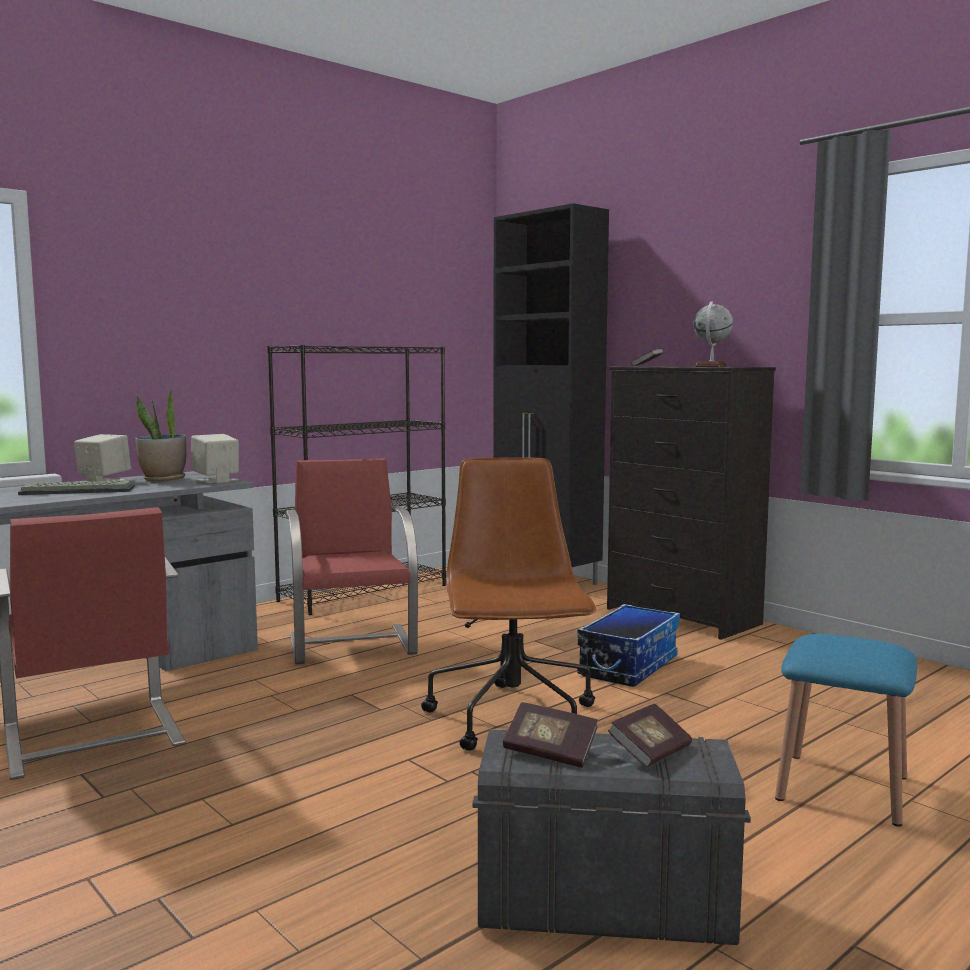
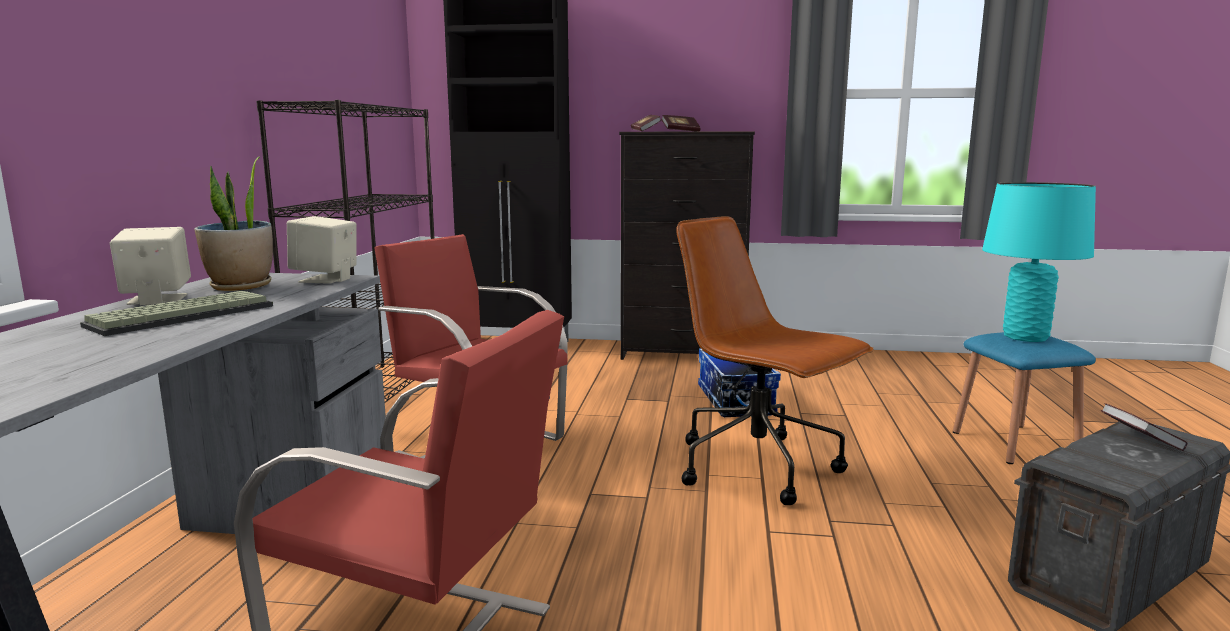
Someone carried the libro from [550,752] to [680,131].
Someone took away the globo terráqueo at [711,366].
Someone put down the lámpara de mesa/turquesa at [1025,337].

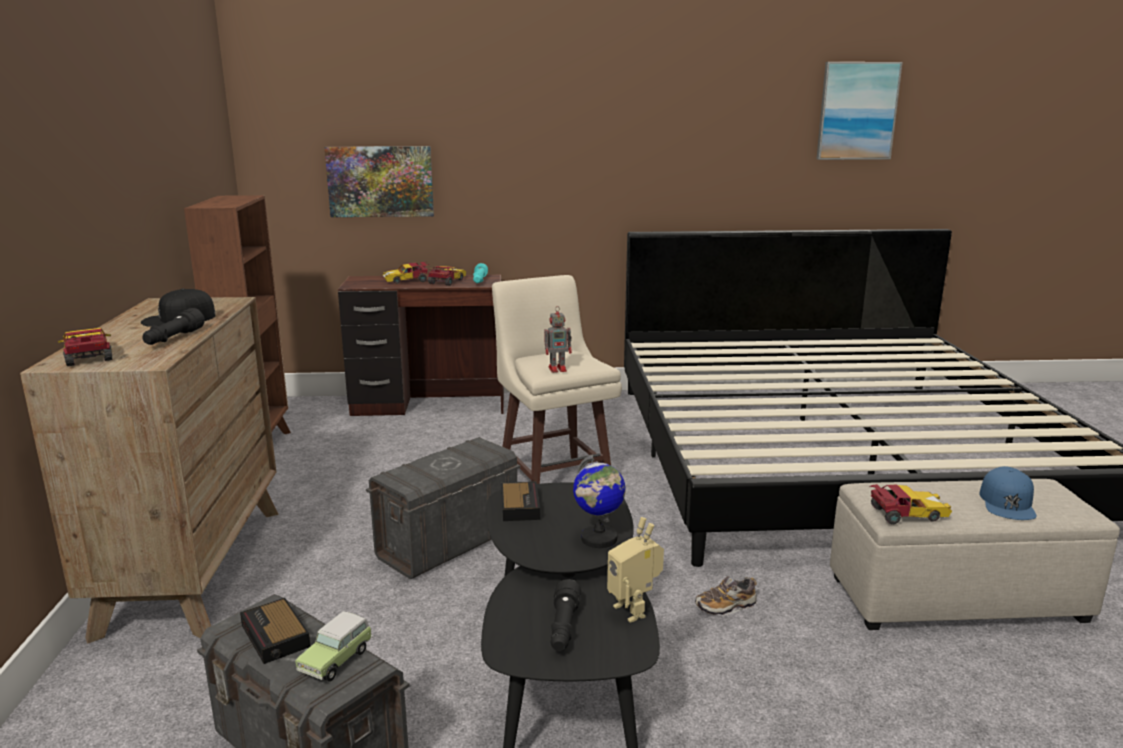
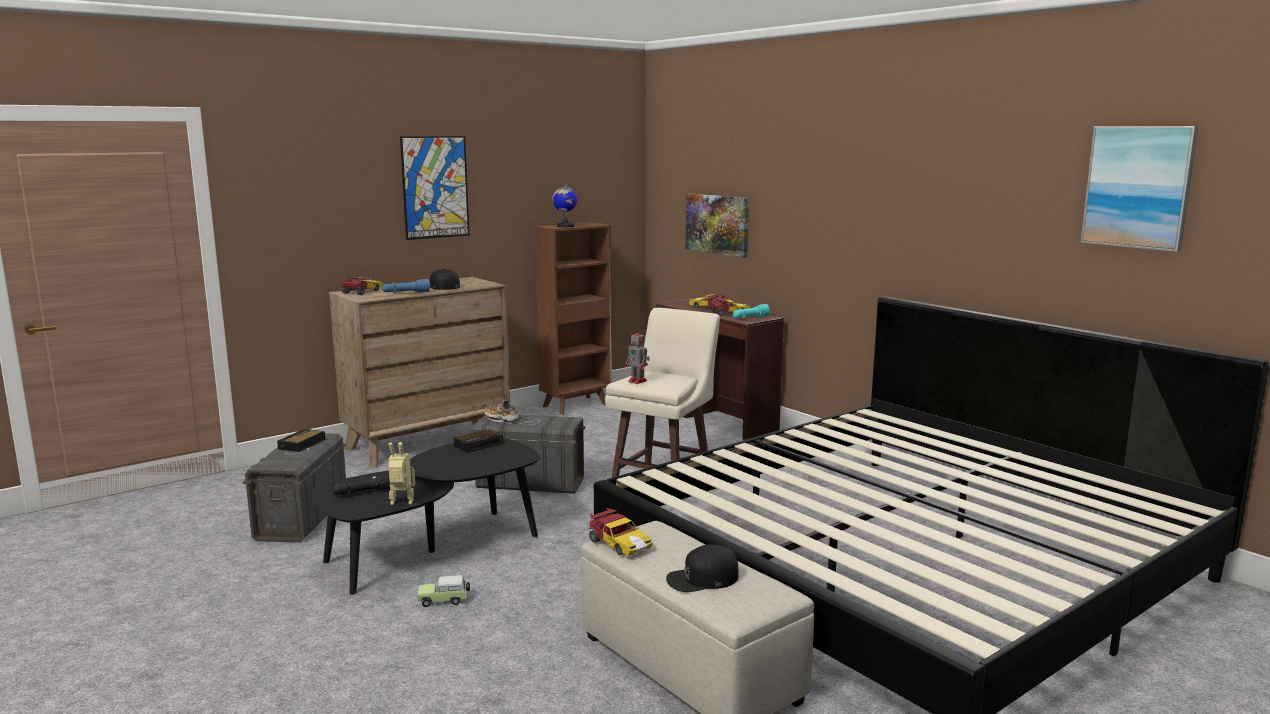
Someone repainted the linterna/negro at [173,339], which became the linterna/azul at [406,293].
Someone carried the coche de juguete from [338,659] to [444,600].
Someone carried the globo terráqueo from [599,539] to [565,226].
Someone rotated the robot de juguete at [634,610] by 60 degrees clockwise.
Someone carried the zapato from [725,607] to [501,419].
Someone repainted the gorra/azul at [1007,502], which became the gorra/negro at [702,578].
Someone put up the cuadro at [435,187].

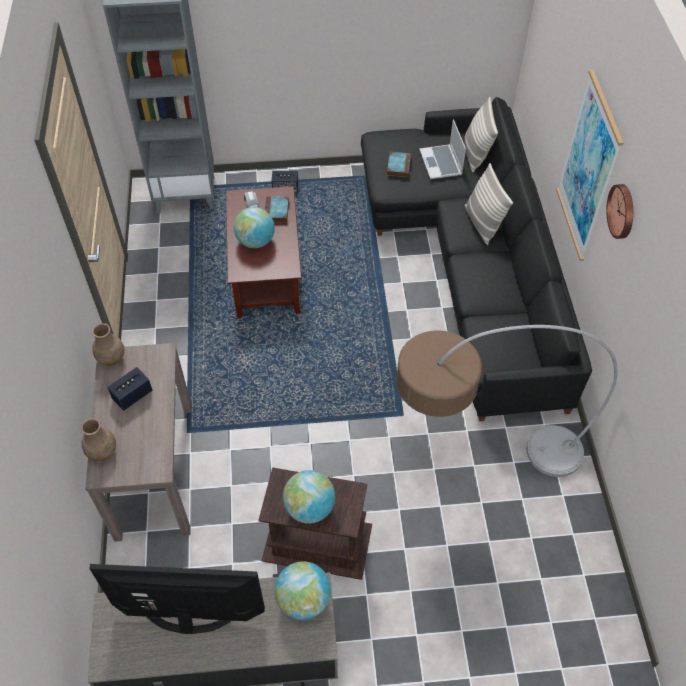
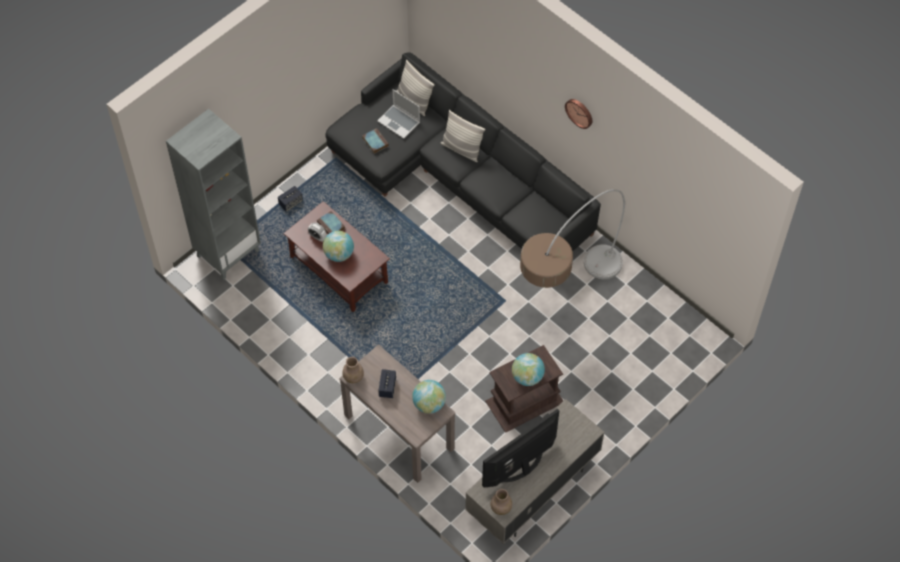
Someone carried the florero/marrón from [103,452] to [501,507].
Someone carried the globo terráqueo from [303,599] to [429,404].
Someone took away the cuadro at [588,168].

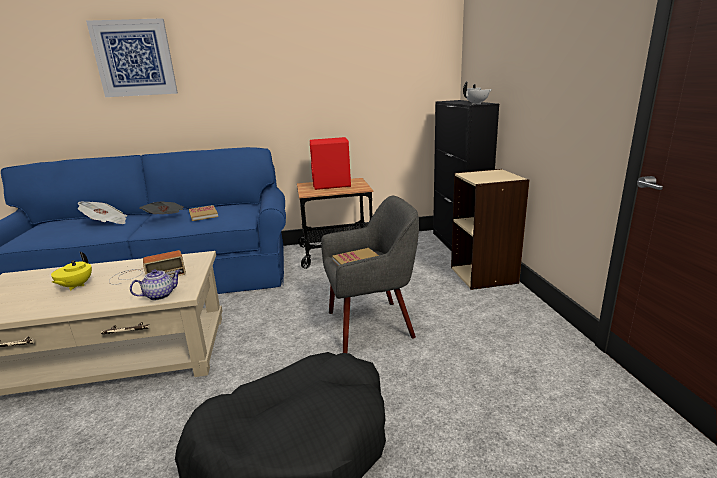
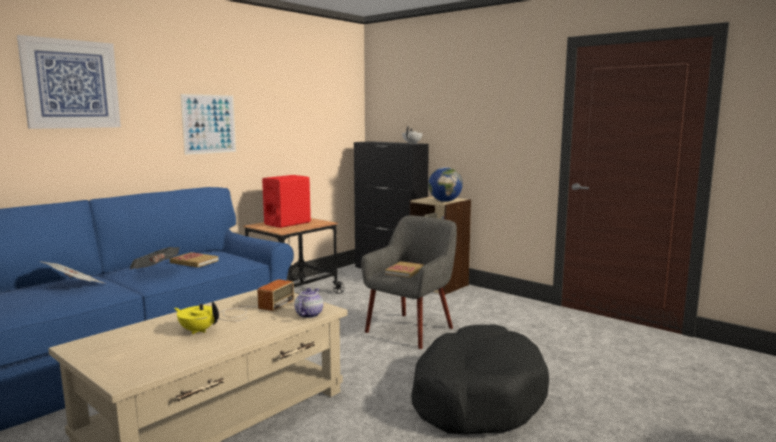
Someone rotated the tetera/amarillo at [75,286] by 150 degrees clockwise.
Someone put up the cuadro at [209,124].
Someone put down the globo terráqueo at [445,201].

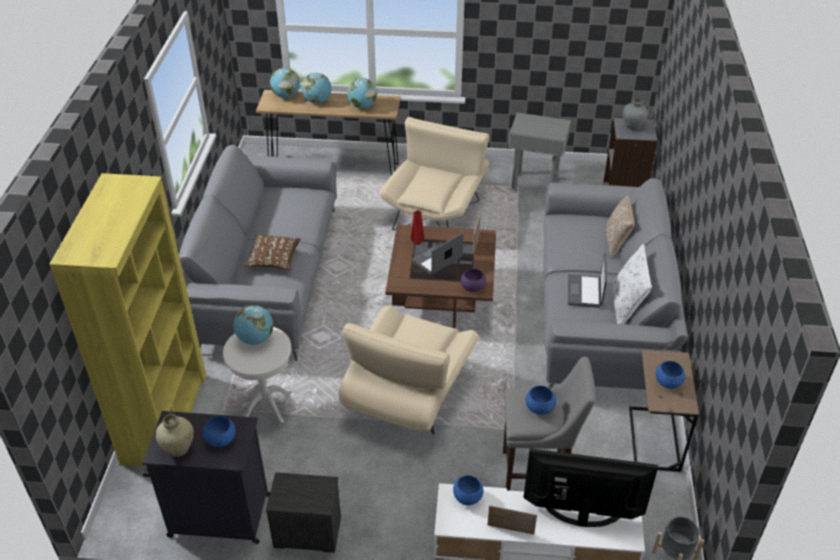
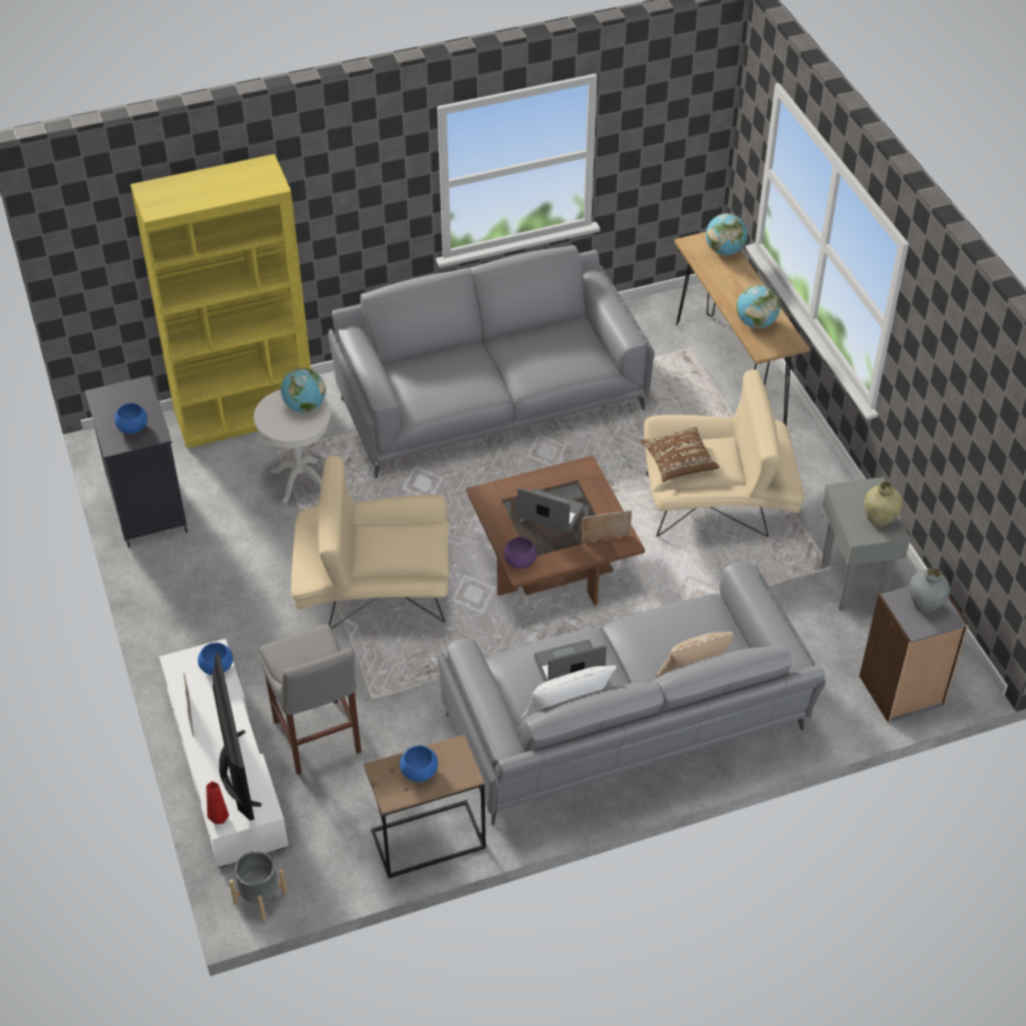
Someone carried the florero/beis from [179,448] to [879,519].
Someone carried the cojín/marrón from [273,260] to [678,463].
Someone took away the mesita de noche at [306,531].
Someone took away the globo terráqueo at [317,101].
Someone carried the florero/rojo from [417,241] to [220,819].
Someone took away the cuenco/azul at [539,408].

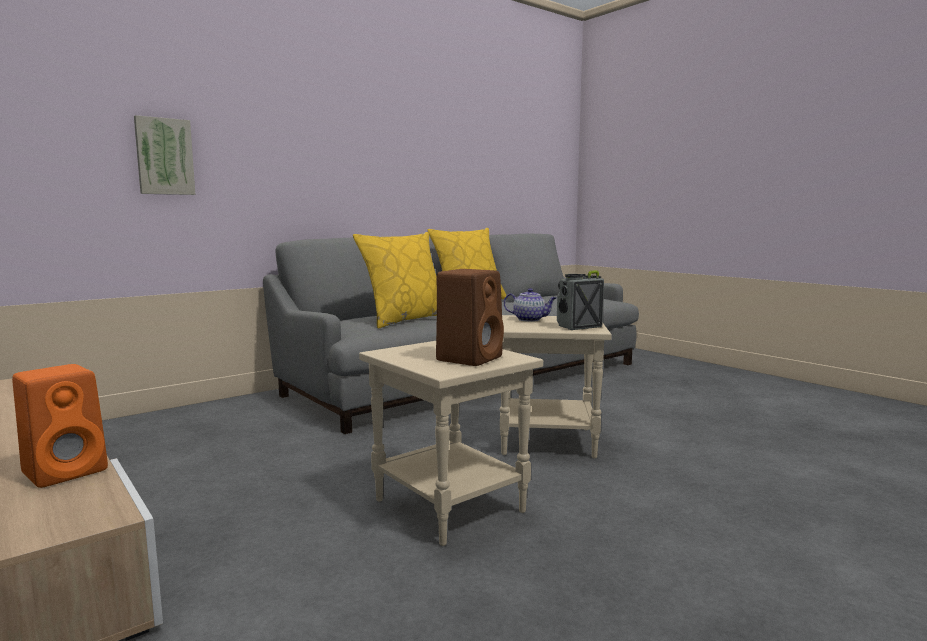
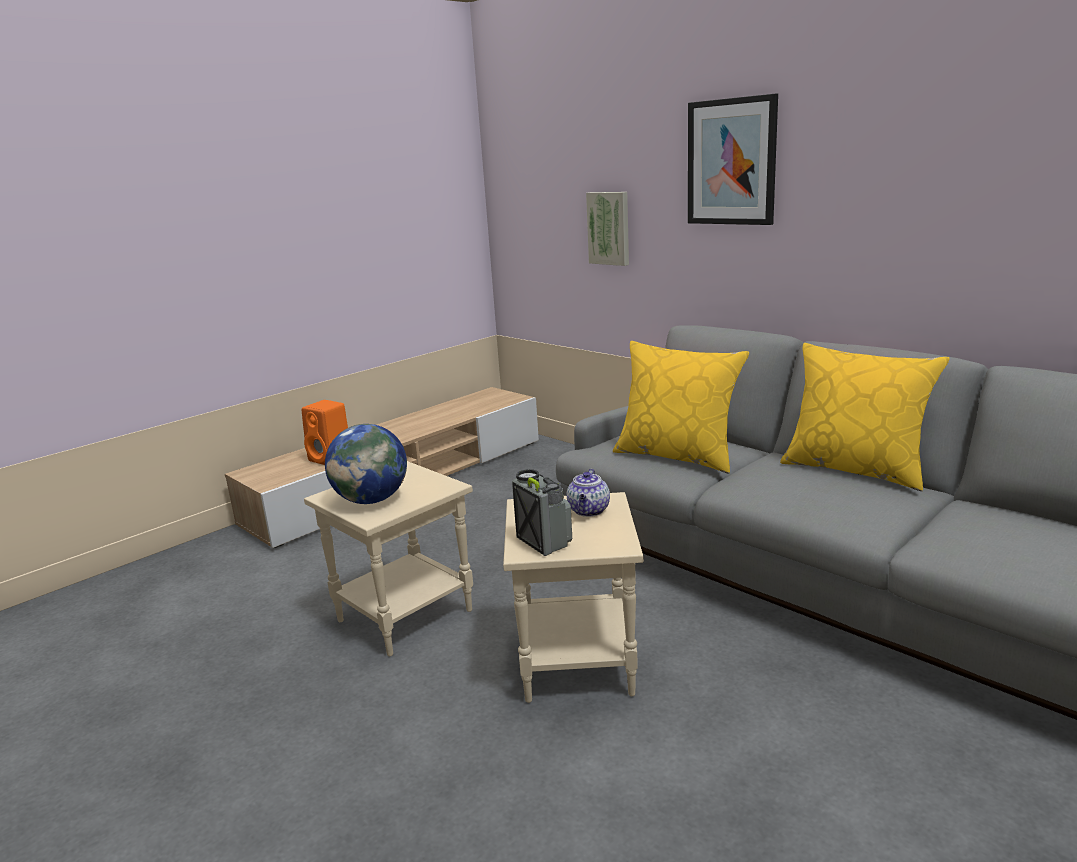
Someone swapped the altavoz/marrón at [470,358] for the globo terráqueo at [371,500].
Someone put up the cuadro at [731,162].

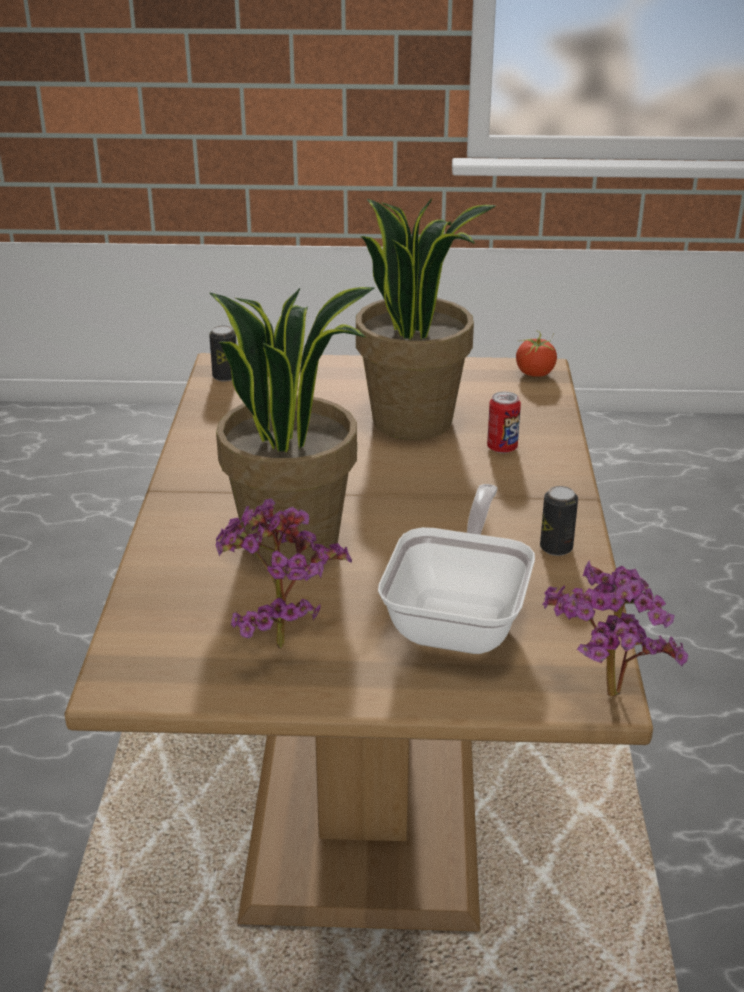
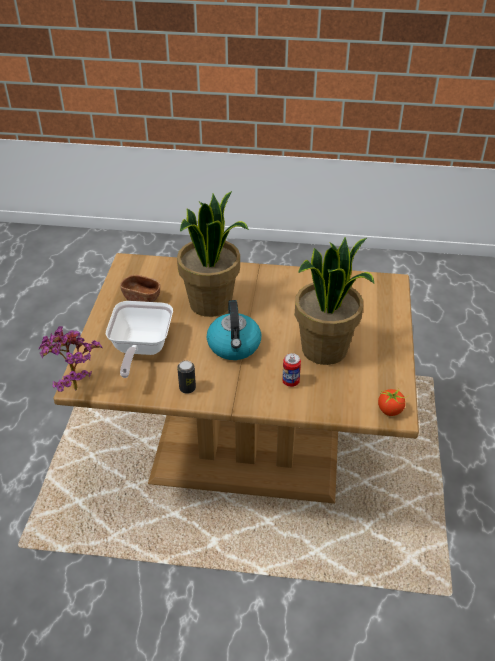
Someone took away the lata at [225,376].
Someone swapped the planta en maceta at [277,638] for the cuenco/marrón at [141,298].
Someone rotated the sartén at [461,618] by 75 degrees clockwise.
Someone put down the hervidor at [234,346].

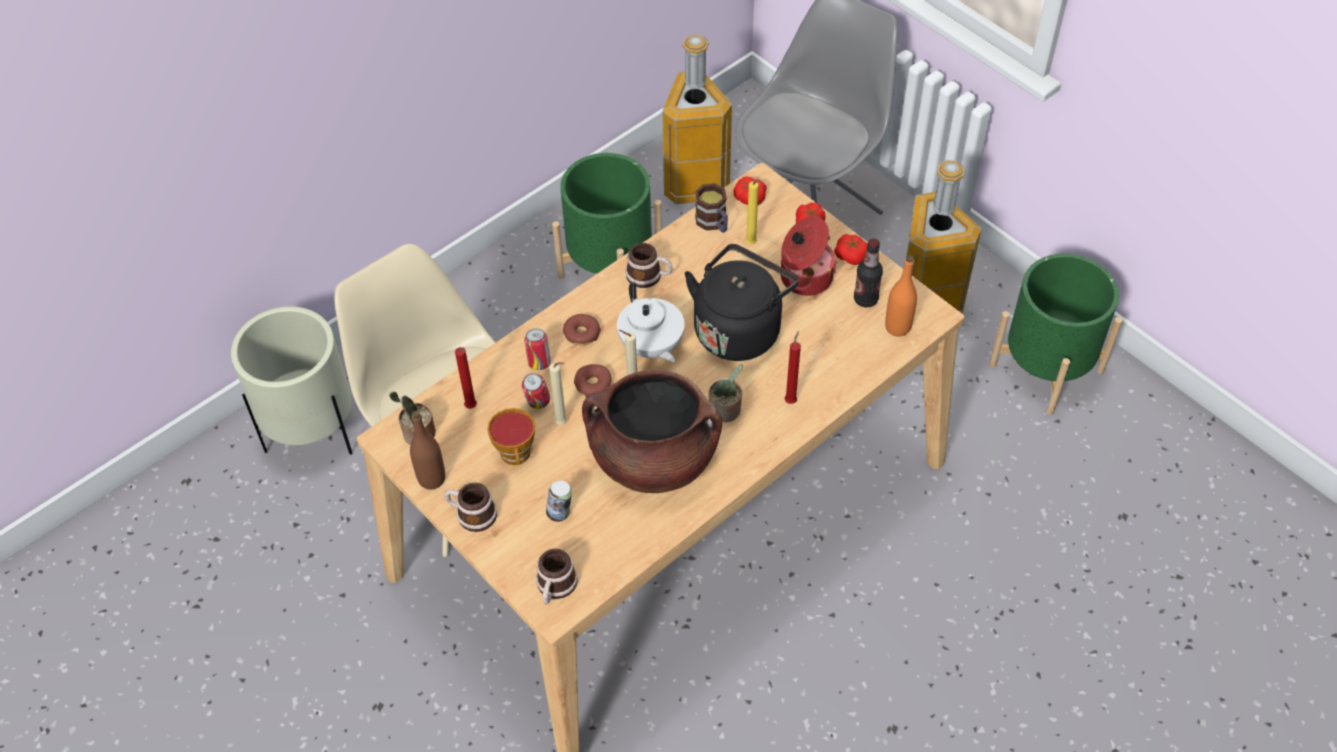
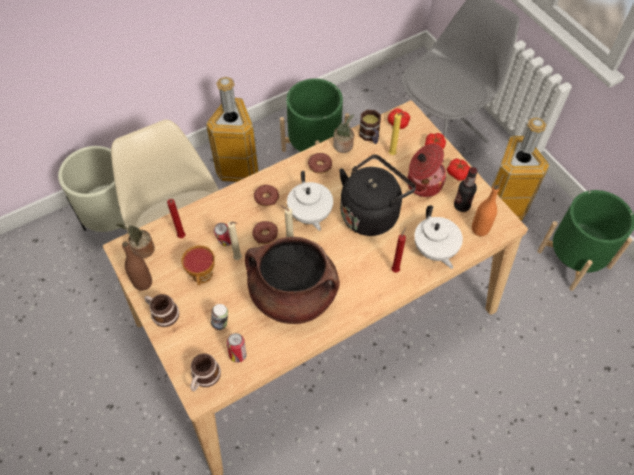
Someone carried the lata from [539,362] to [238,354].
Someone swapped the taza grande at [649,276] for the rosquilla at [320,166].
Someone carried the papelera from [695,182] to [239,167].
Someone carried the planta en maceta from [726,410] to [344,146].
Someone put down the tetera/blanco at [434,250].

